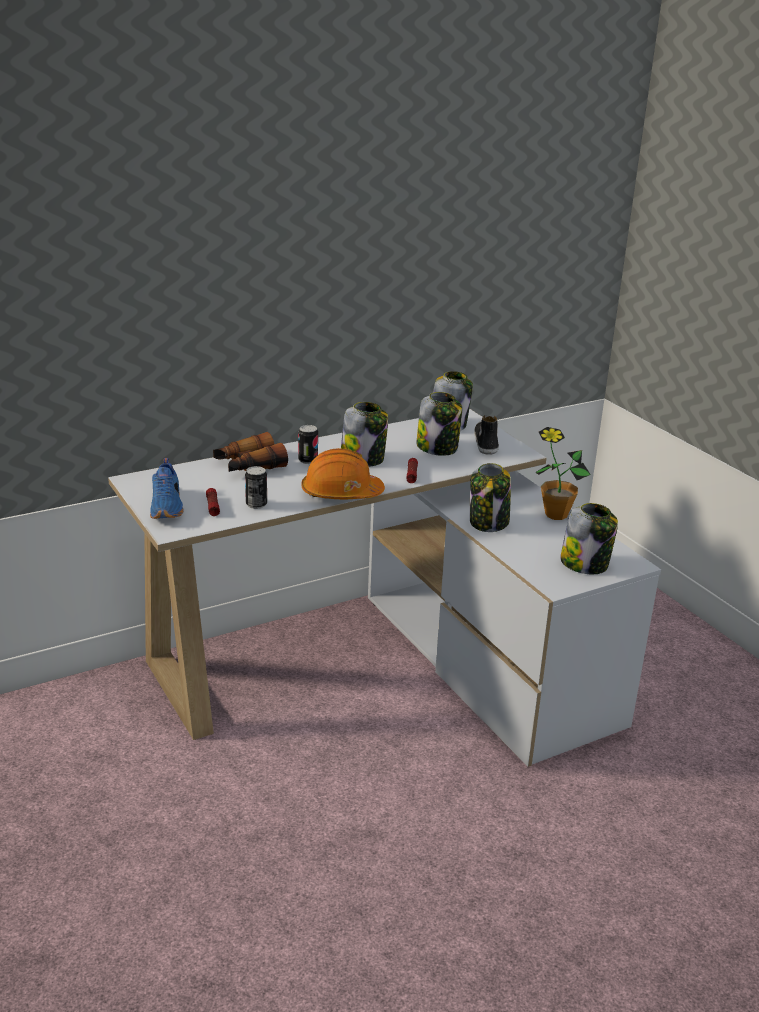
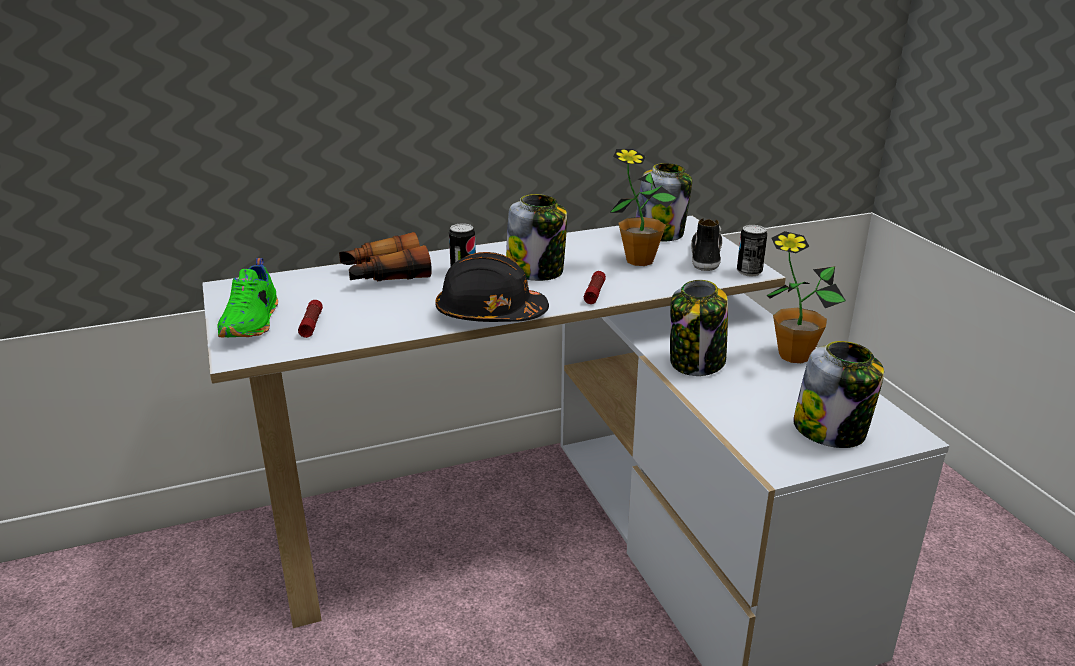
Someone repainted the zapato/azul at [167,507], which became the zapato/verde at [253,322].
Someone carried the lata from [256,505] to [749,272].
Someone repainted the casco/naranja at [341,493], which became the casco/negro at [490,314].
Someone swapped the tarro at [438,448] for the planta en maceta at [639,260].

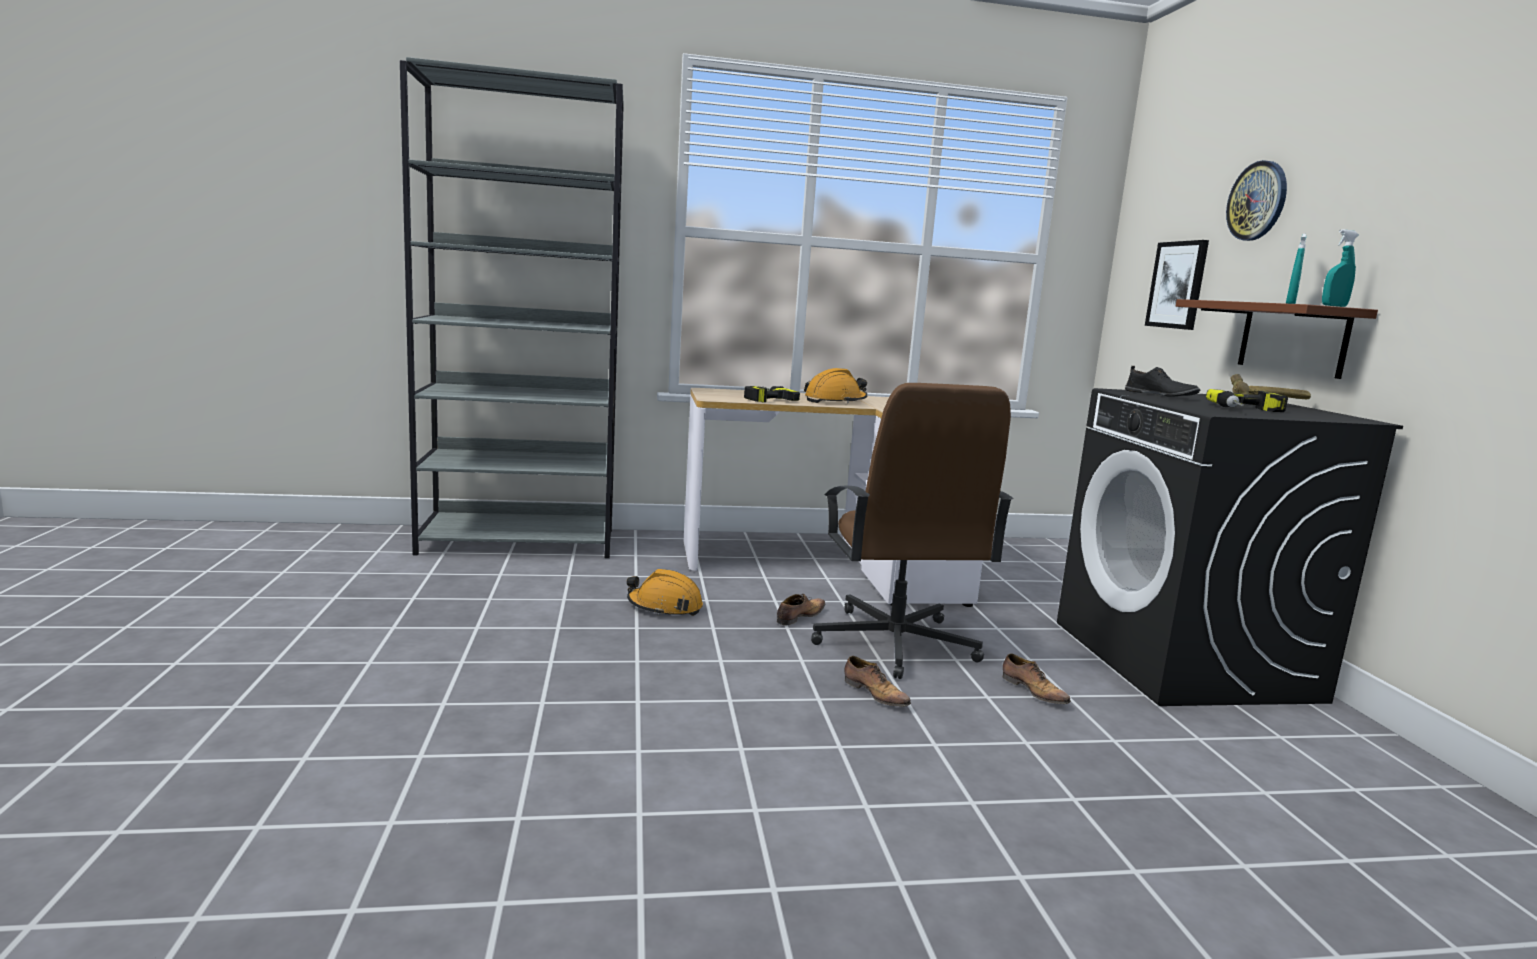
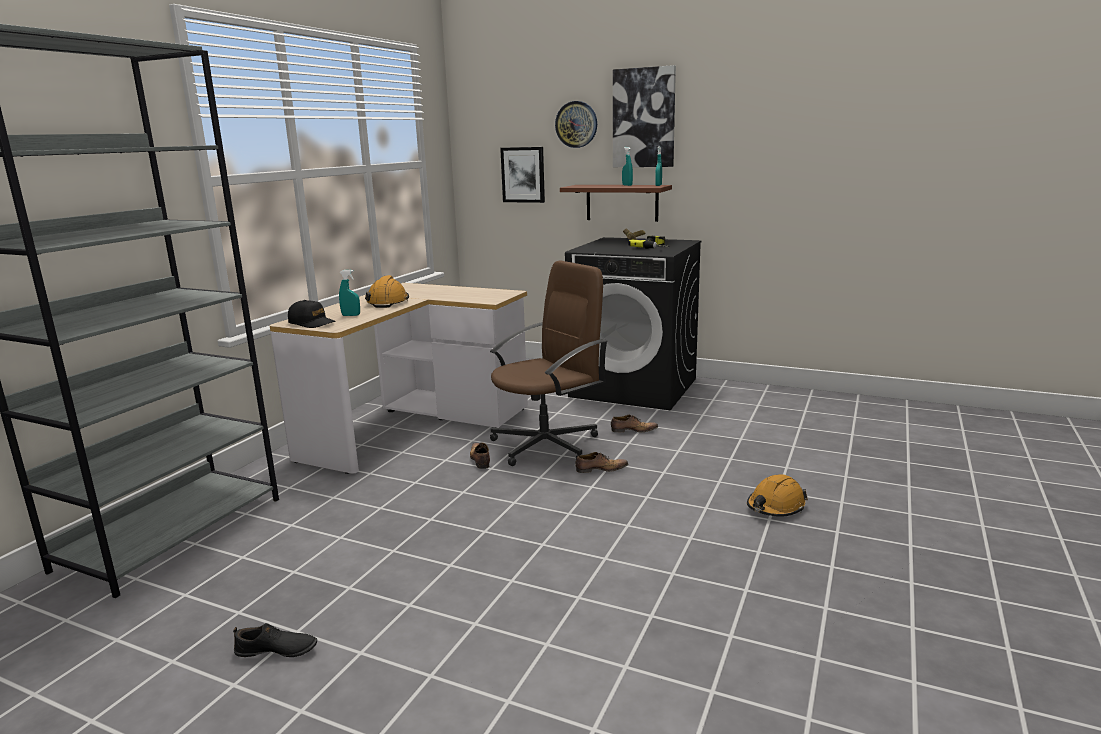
Someone carried the casco/naranja from [665,607] to [775,507].
Someone swapped the taladro at [763,398] for the pulverizador/turquesa at [351,315].
Someone rotated the silla de oficina/marrón at [894,643] by 60 degrees counterclockwise.
Someone carried the zapato/negro from [1160,395] to [276,651].
Someone put down the gorra/negro at [312,323].
Someone put up the cuadro at [644,118].

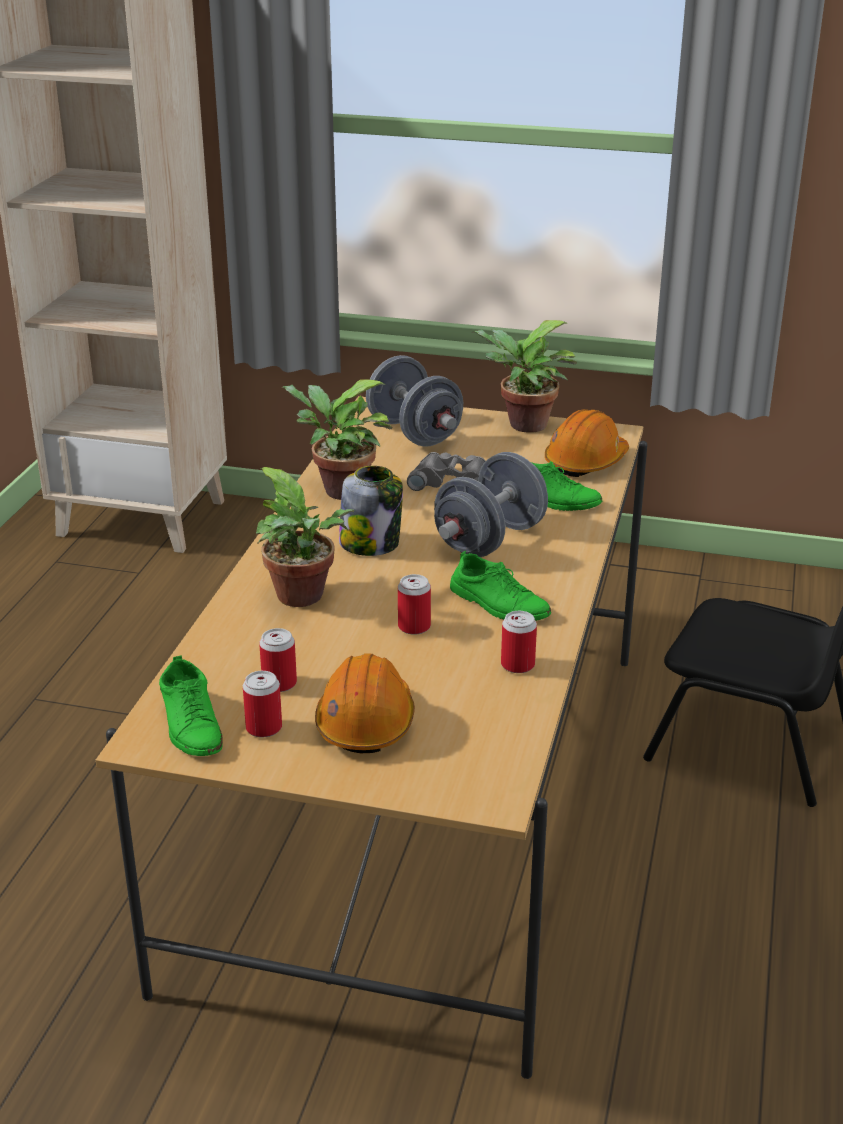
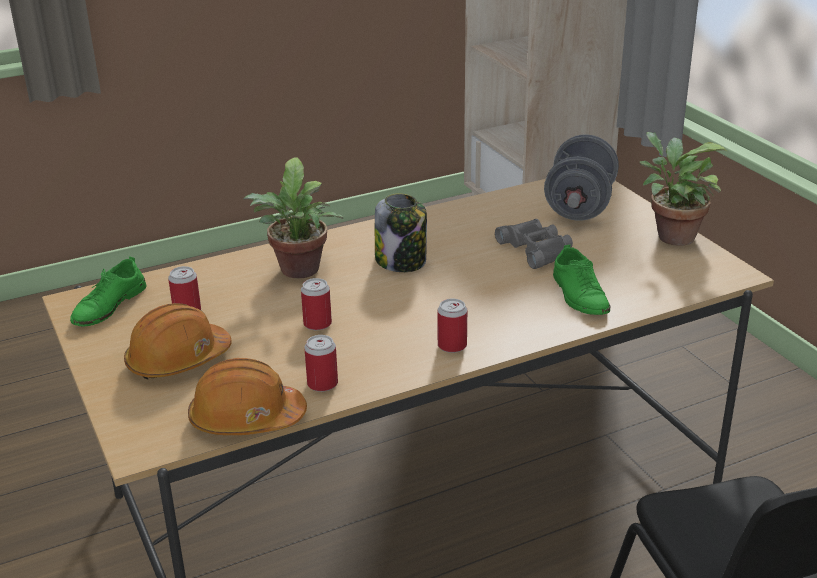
Someone carried the lata from [264,728] to [452,346].
Someone took away the planta en maceta at [339,491].
Someone took away the mancuerna/gris at [490,539].
Someone took away the zapato/verde at [498,604].
Someone carried the casco/naranja from [586,462] to [246,419].

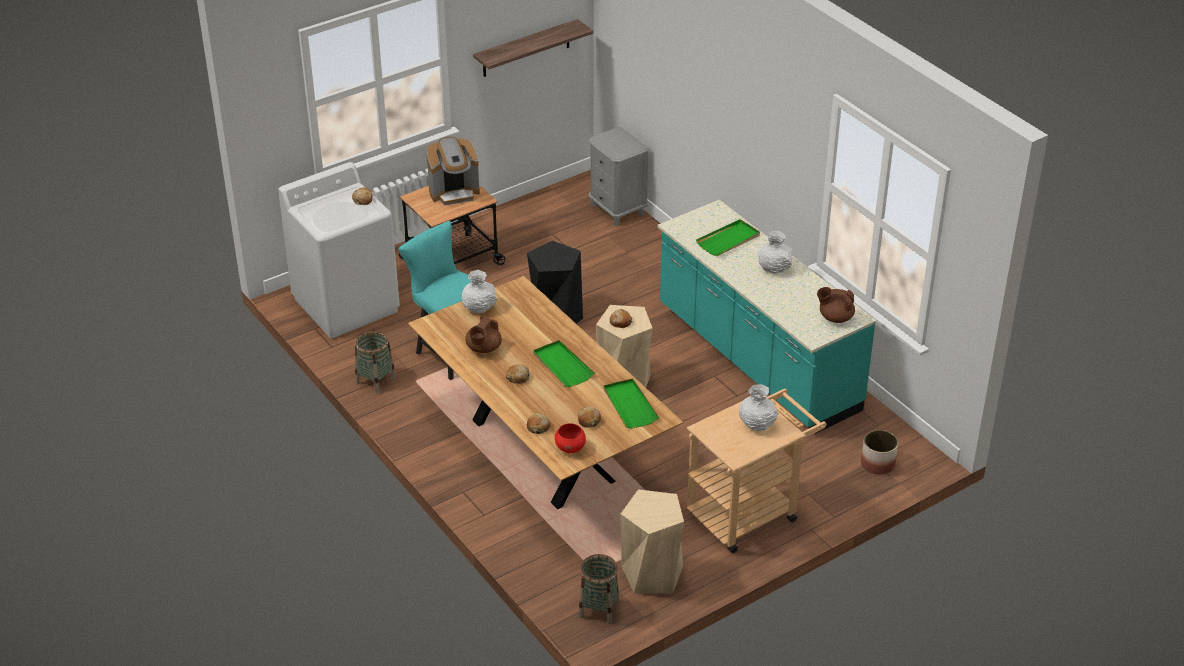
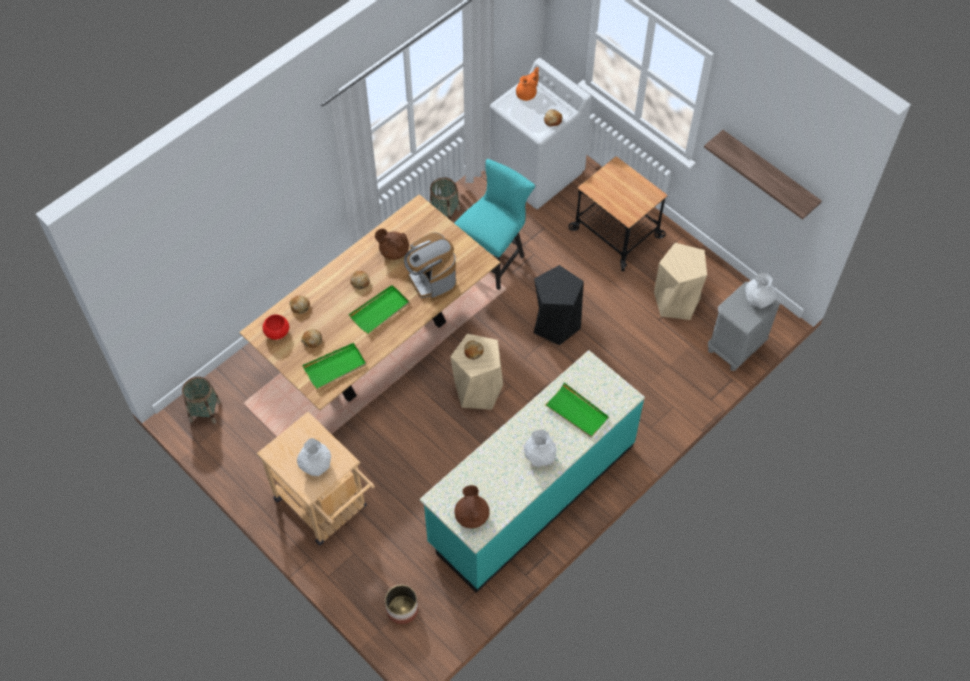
Someone carried the cafetera from [454,192] to [431,280].
Someone carried the florero/blanco from [480,307] to [758,300].
Someone carried the taburete/beis from [652,573] to [676,301].
Someone put down the tetera/naranja at [527,94].

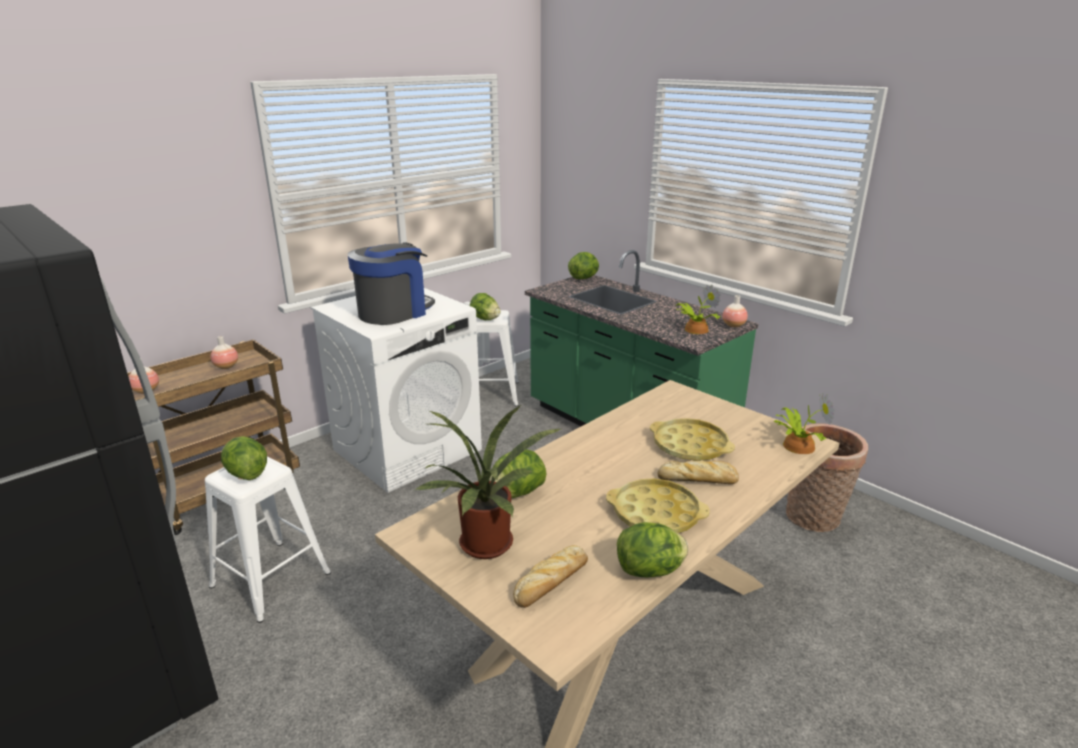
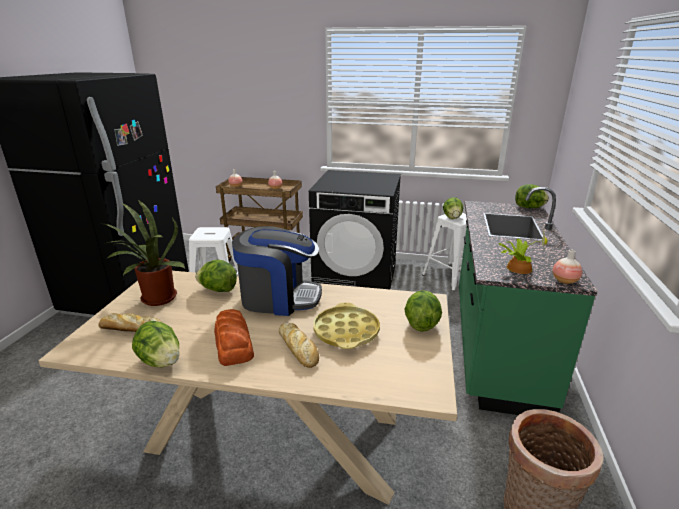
Someone carried the lechuga from [246,474] to [421,324].
Someone repainted the lavadora/blanco at [408,449], which became the lavadora/negro at [356,279].
Someone carried the cafetera from [394,312] to [279,298].
Someone swapped the bandeja/amarillo at [656,513] for the pan at [234,343].
Someone took away the planta en maceta at [796,445].

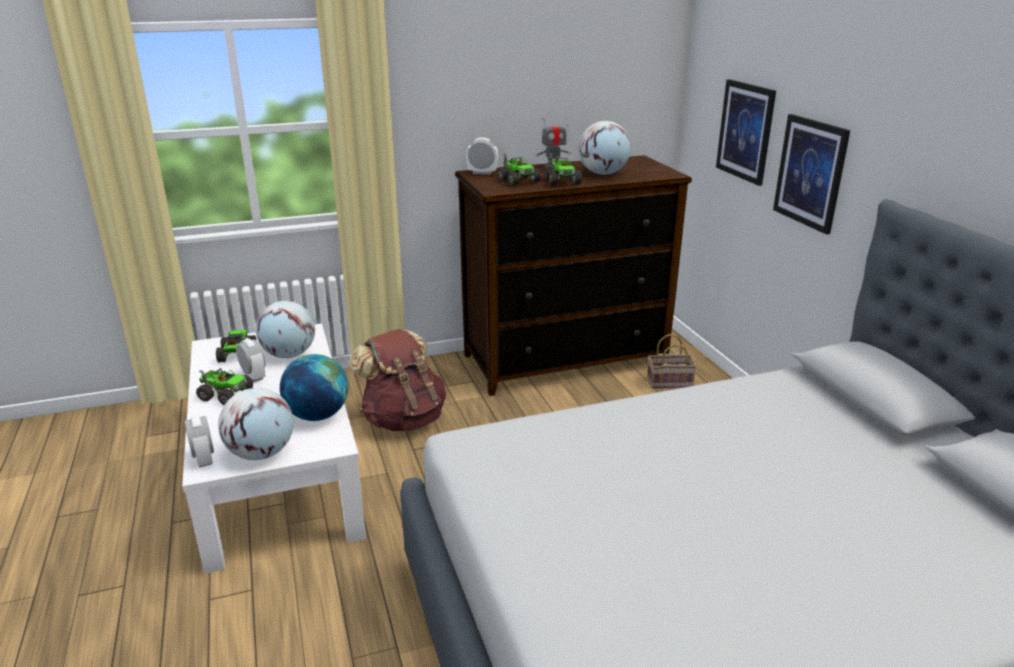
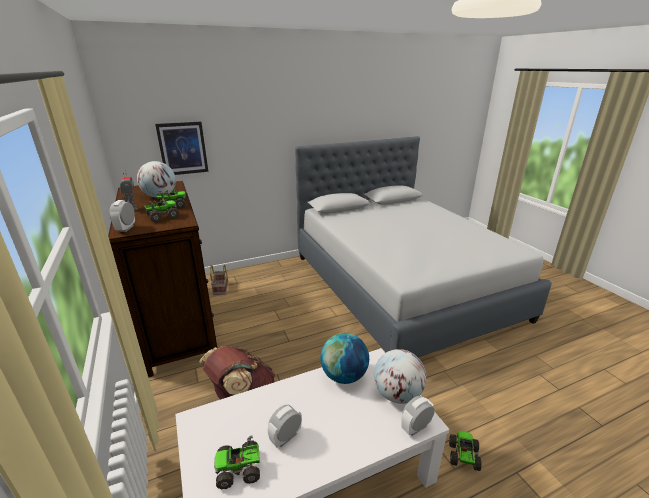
Someone carried the camión de juguete from [225,394] to [463,456].
Someone took away the globo terráqueo at [289,355].
Someone took away the cuadro at [810,172].

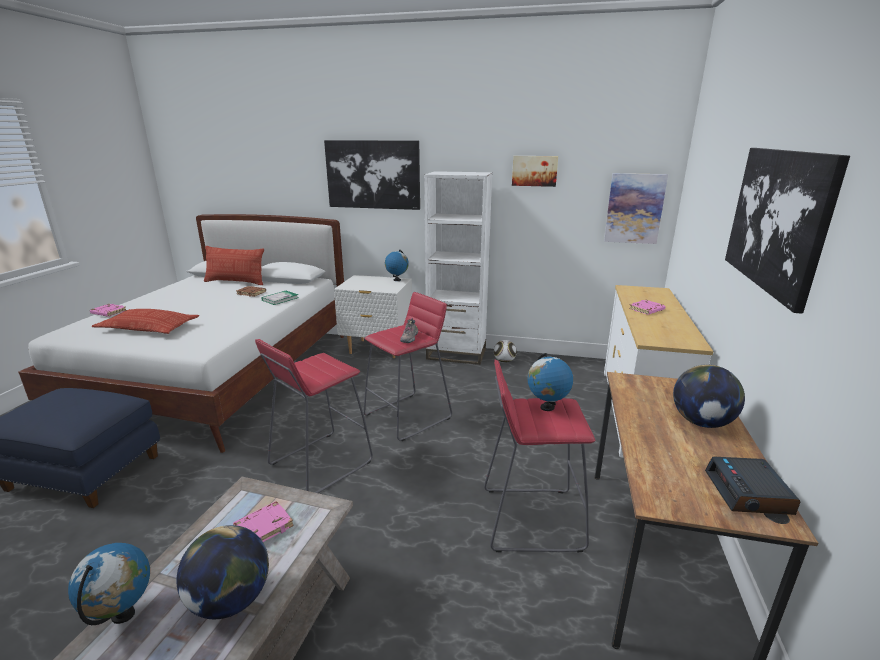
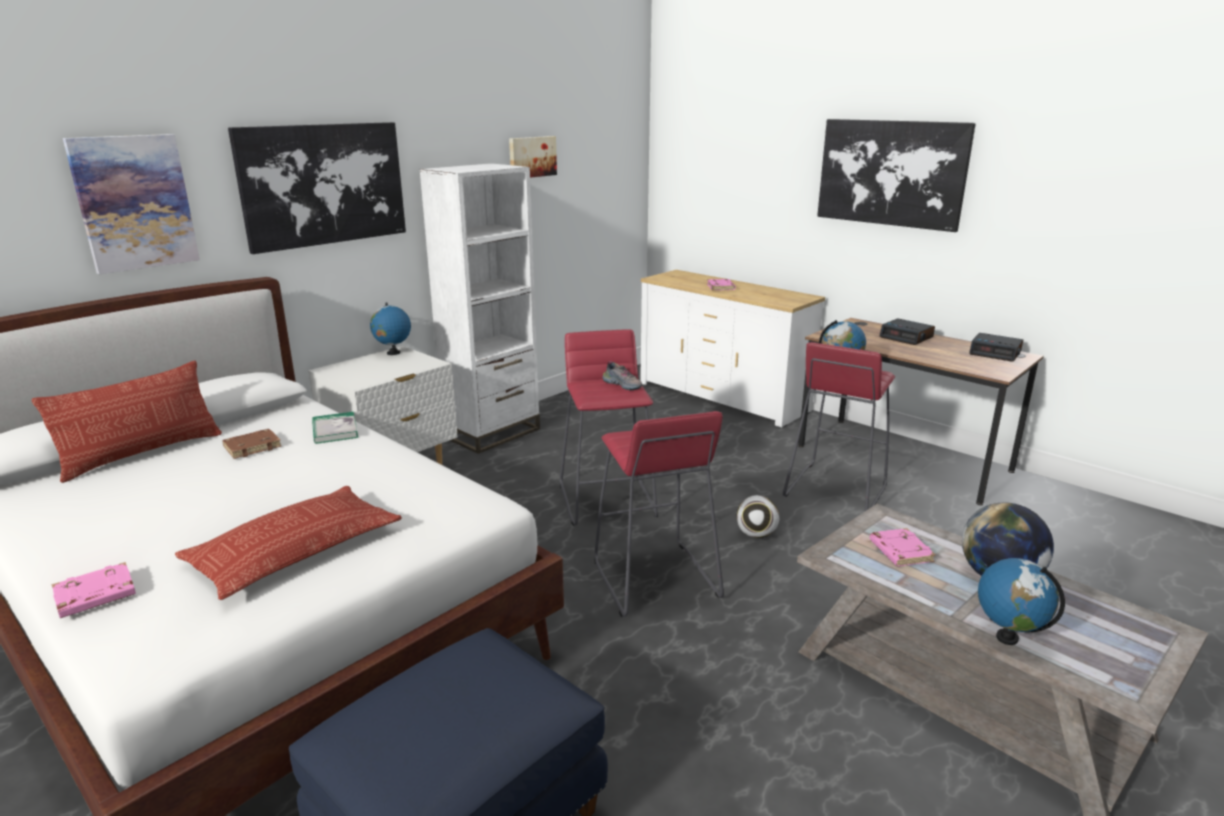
Someone carried the balón de fútbol from [504,361] to [756,534].
Someone carried the cuadro from [634,208] to [134,203].
Someone swapped the globo terráqueo at [701,422] for the despertador at [907,337].

